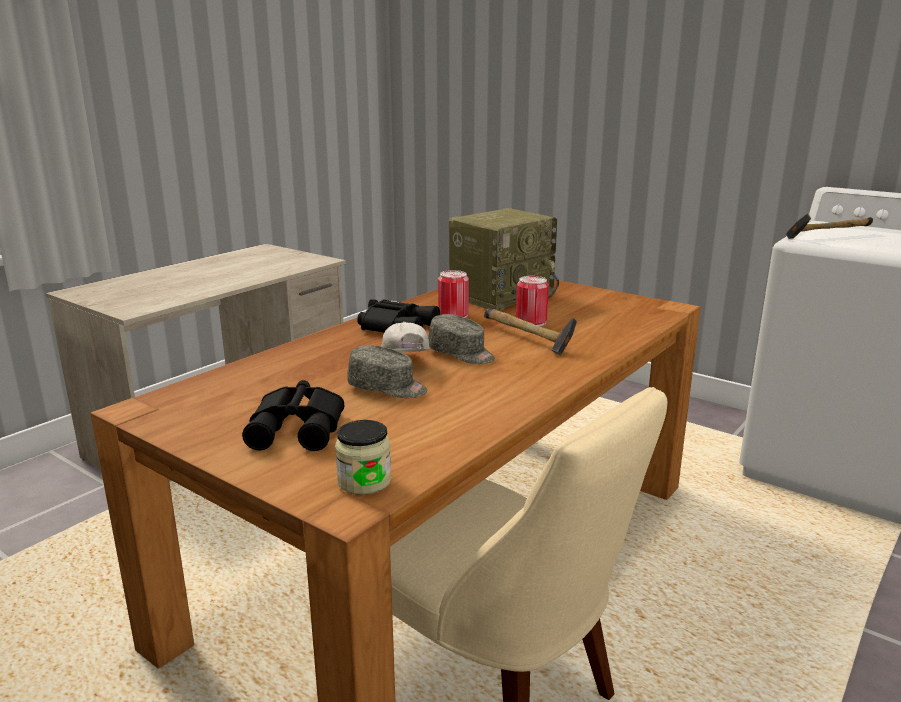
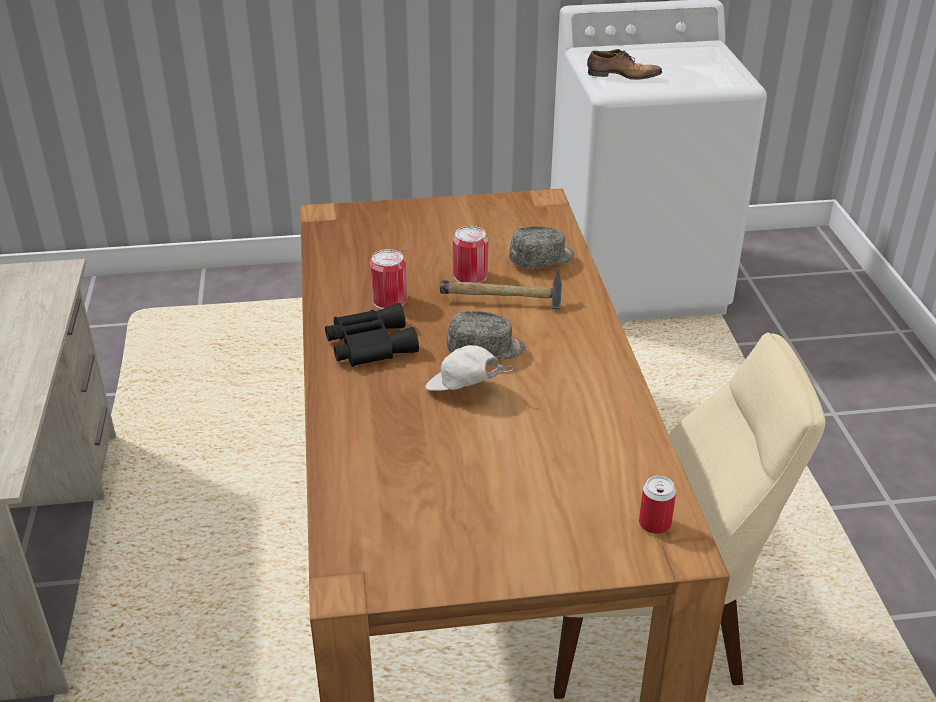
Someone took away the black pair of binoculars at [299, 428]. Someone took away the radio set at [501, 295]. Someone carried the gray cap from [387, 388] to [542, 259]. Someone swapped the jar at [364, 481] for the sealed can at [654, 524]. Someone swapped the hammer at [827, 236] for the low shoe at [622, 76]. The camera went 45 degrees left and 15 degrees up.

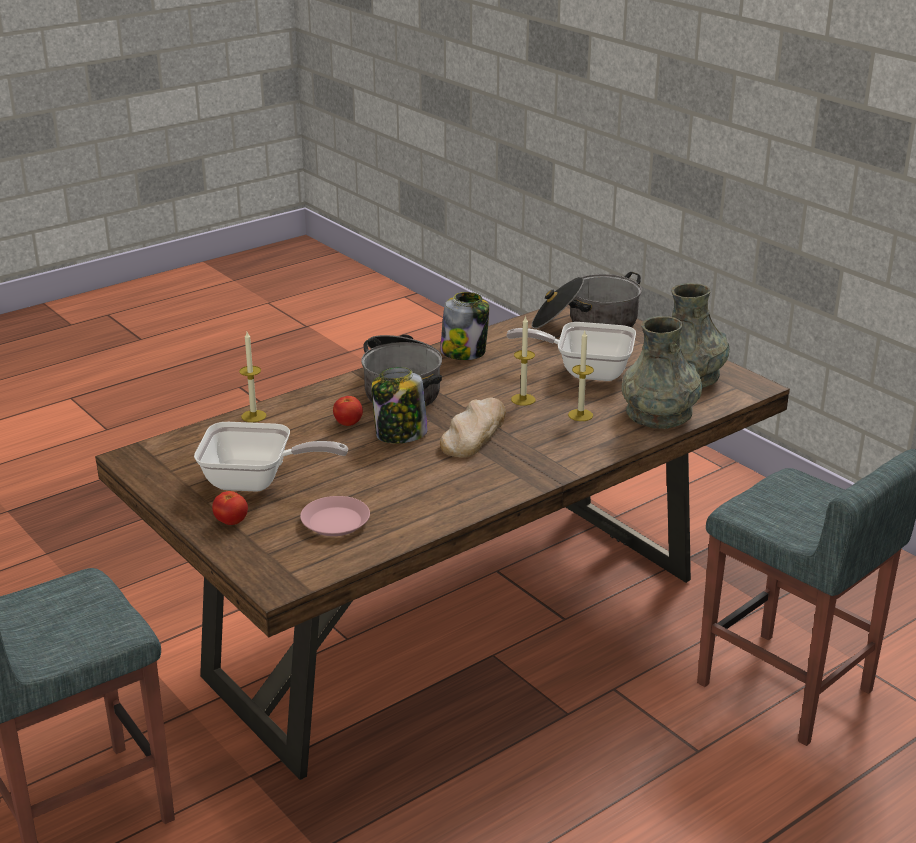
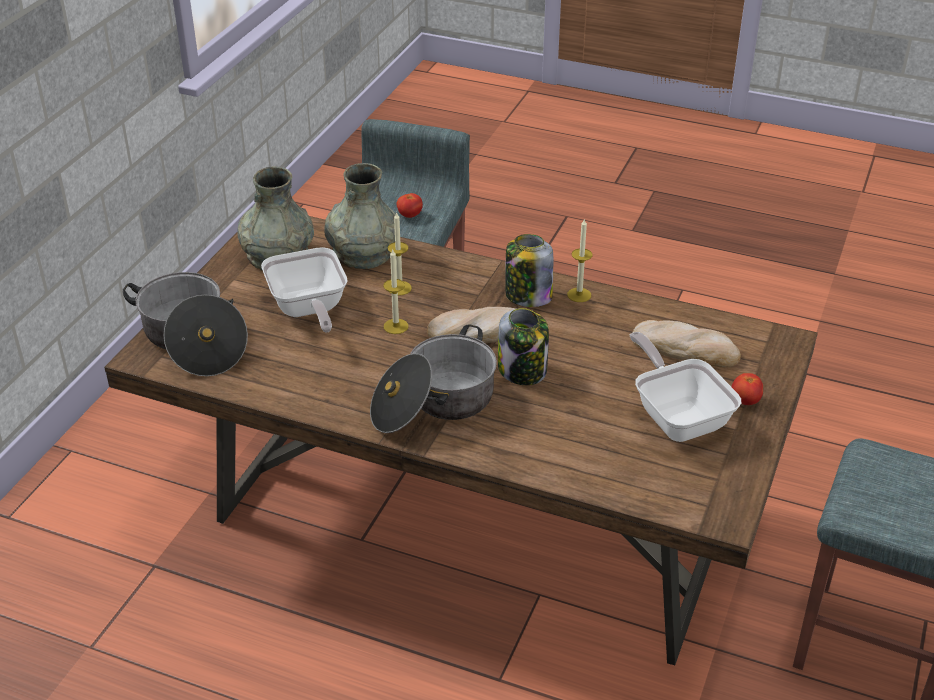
Someone carried the wax candle from [253, 416] to [579, 295]. Someone carried the fresh tomato from [348, 423] to [409, 215]. Someone carried the jar from [464, 352] to [527, 296]. Someone swapped the pink-coloured dinner plate at [335, 521] for the bakery bread at [685, 348]. The camera went 120 degrees left and 10 degrees up.

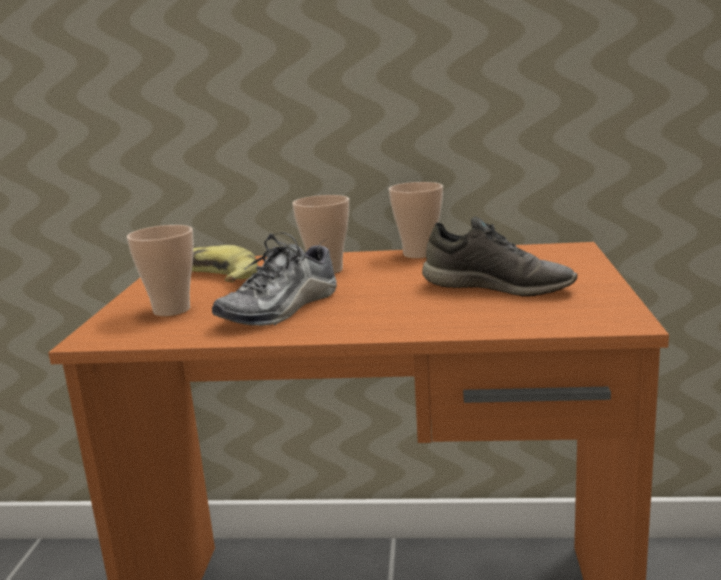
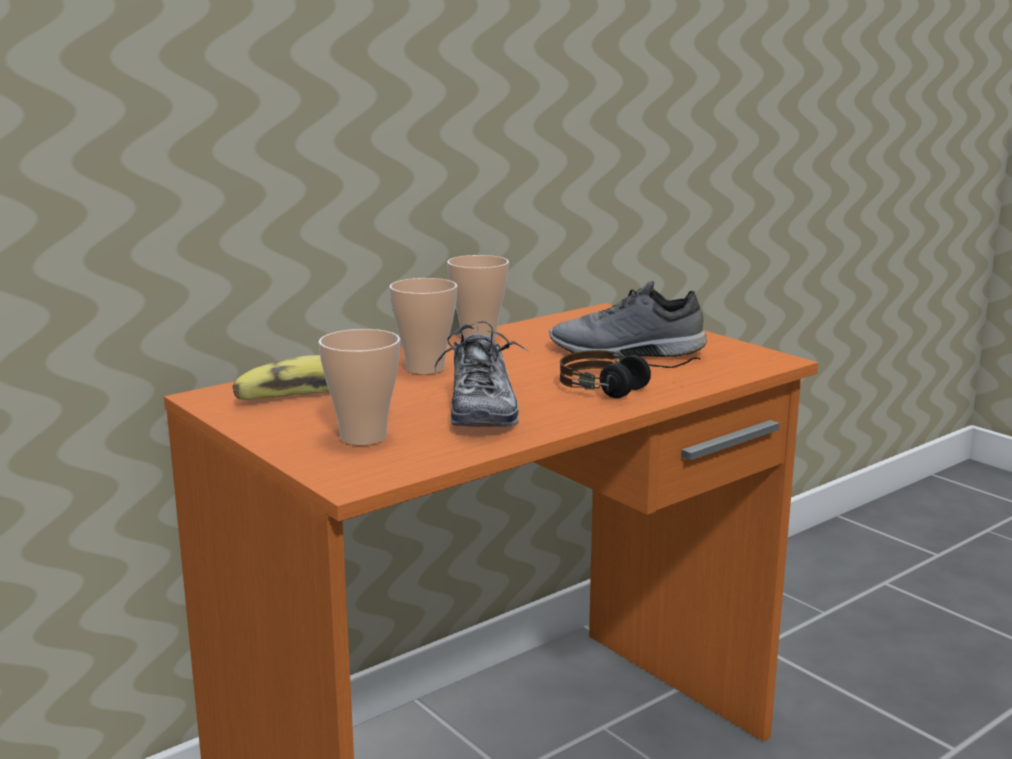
Someone put down the pair of headphones at [625, 390]. Someone rotated the gray low shoe at [498, 286] by 150 degrees counterclockwise. The camera went 45 degrees left and 0 degrees up.

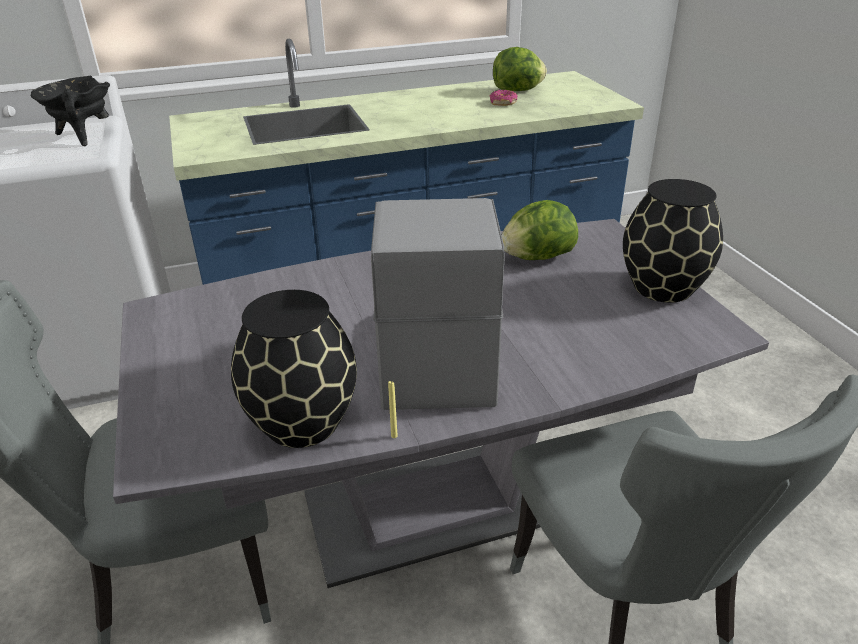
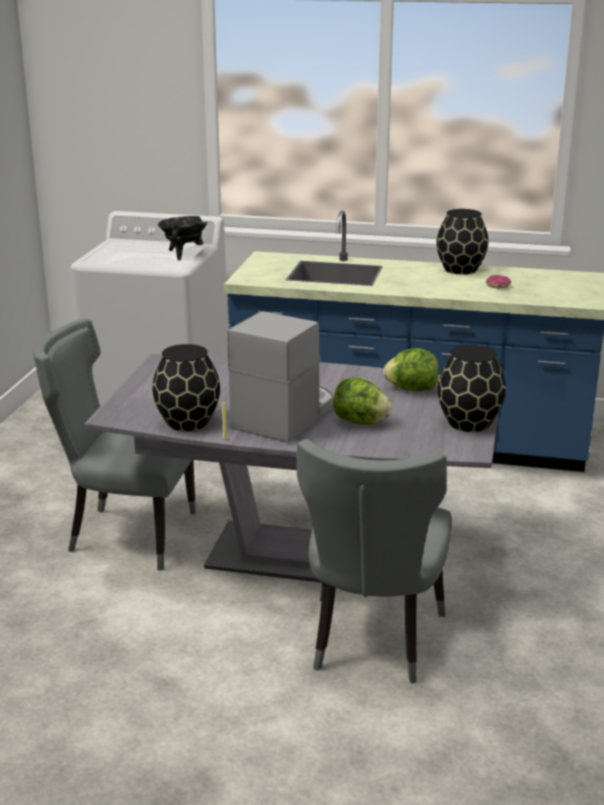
Someone put down the black decorative vase at [461, 270]. Someone carried the lettuce from [517, 90] to [360, 422]. The camera went 30 degrees right and 10 degrees down.

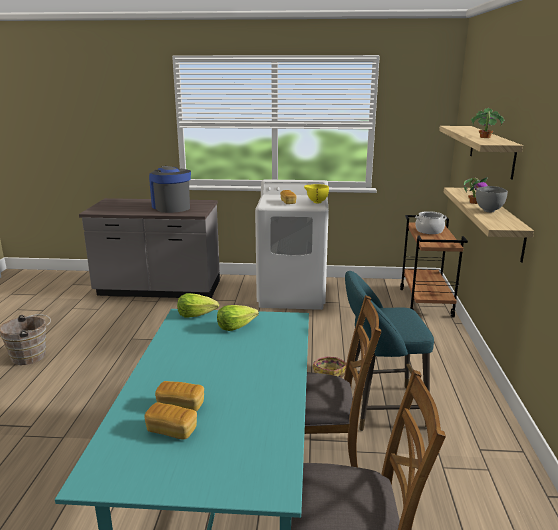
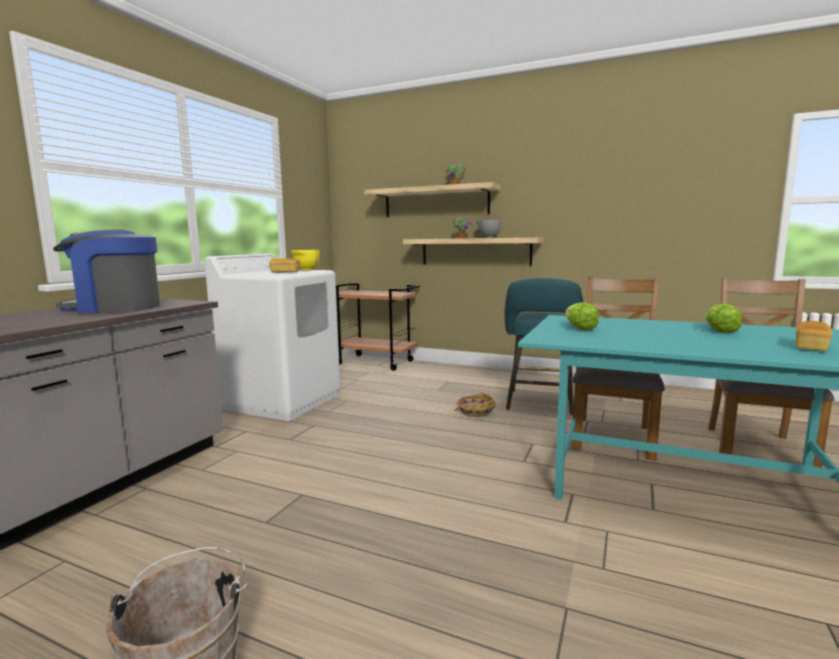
Someone took away the bakery bread at [180, 405]. Someone took away the saucepot at [429, 231]. Someone carried the lettuce from [196, 315] to [719, 330]. The camera went 70 degrees left and 10 degrees down.

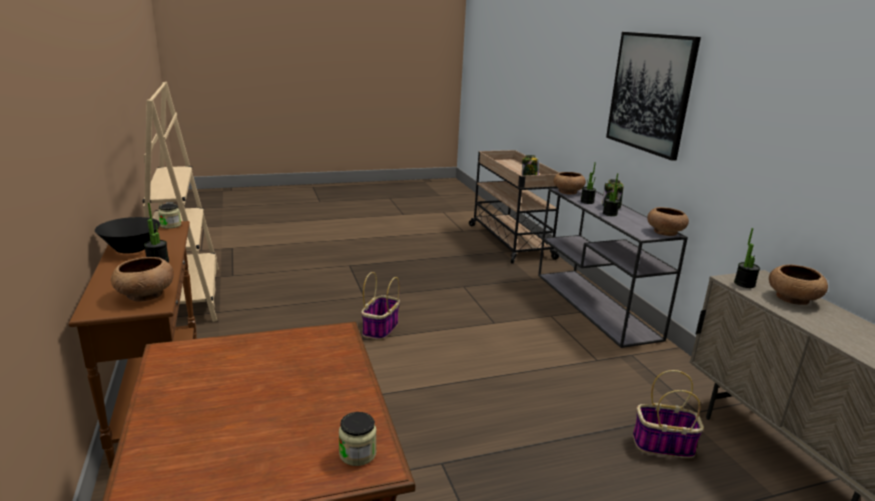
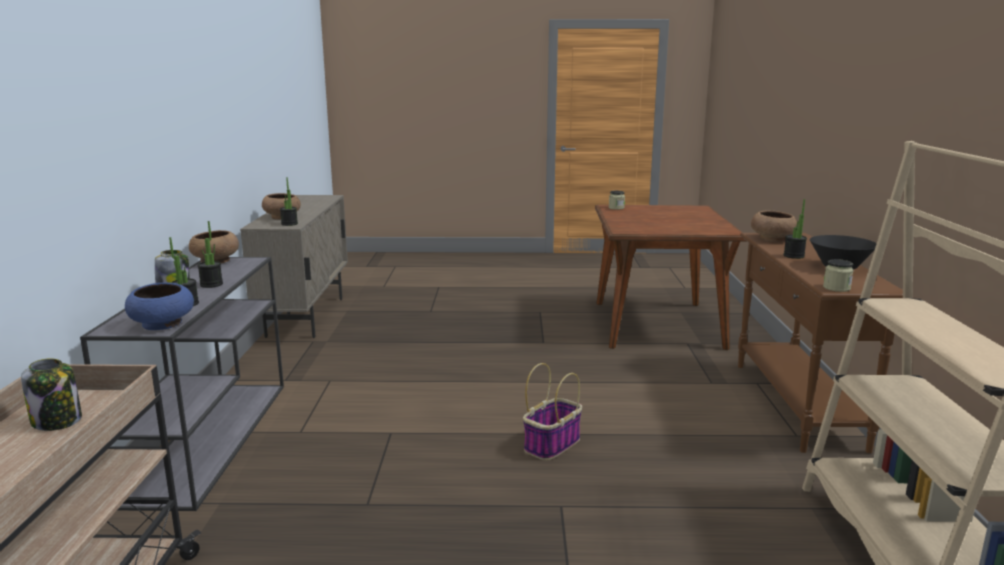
Someone took away the wall art at [650, 93]. Someone took away the basket at [662, 445]. Someone repainted the brownish serving bowl at [567, 192], which became the blue serving bowl at [163, 324]. The camera went 160 degrees left and 5 degrees down.

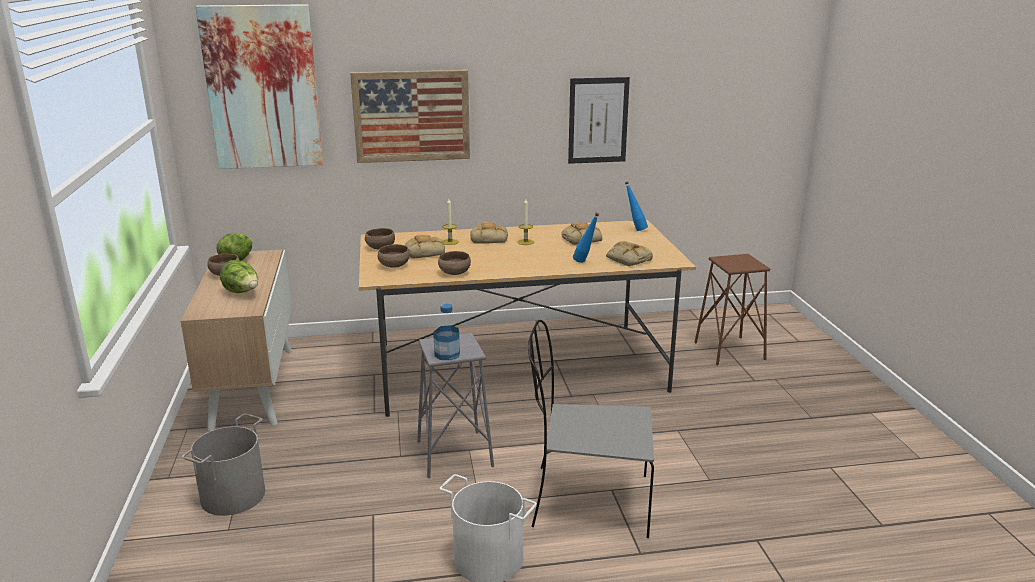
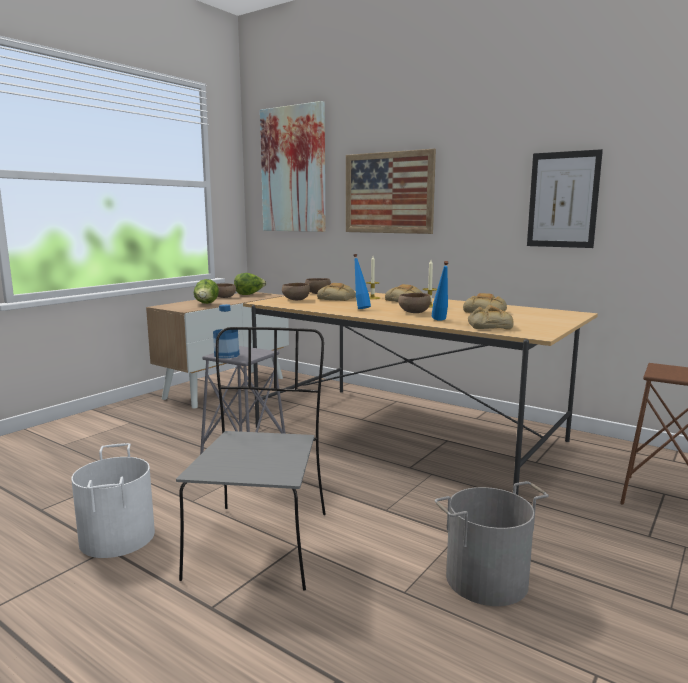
Someone carried the gray bucket from [234, 496] to [487, 580]. Someone carried the brownish serving bowl from [454, 273] to [413, 312]. Someone carried the blue bottle from [635, 230] to [360, 308]. Someone rotated the gray upright chair at [587, 501] by 45 degrees clockwise. The camera went 45 degrees right and 10 degrees down.

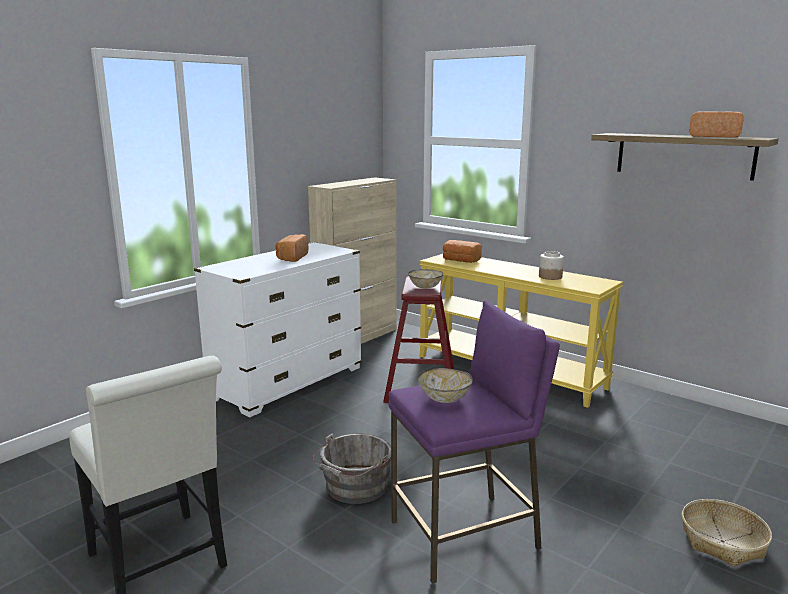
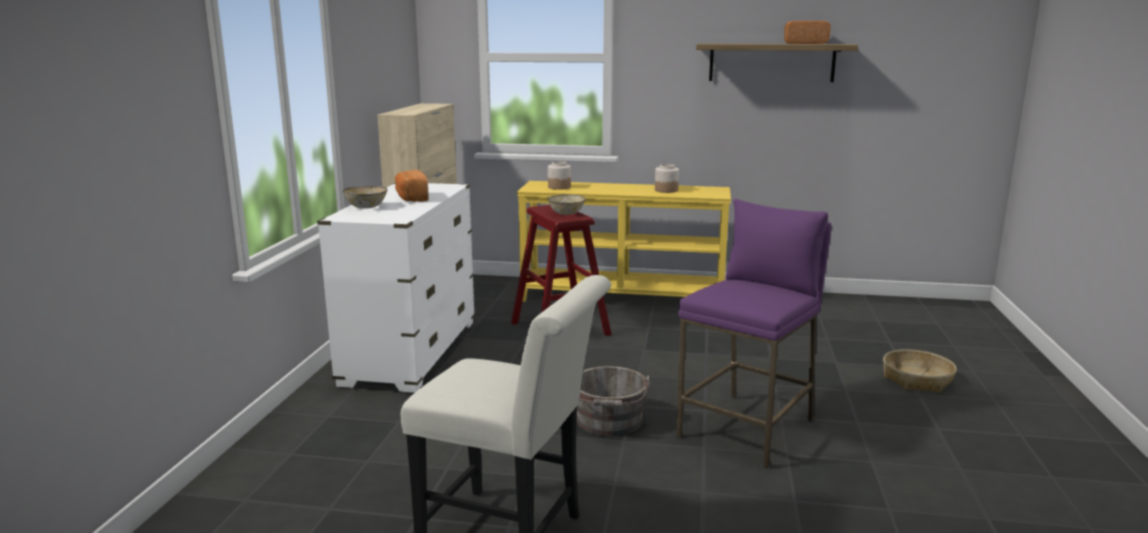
Someone carried the serving bowl from [445, 399] to [367, 207]. Someone swapped the bakery bread at [460, 261] for the jar at [559, 187]. The camera went 30 degrees left and 0 degrees up.

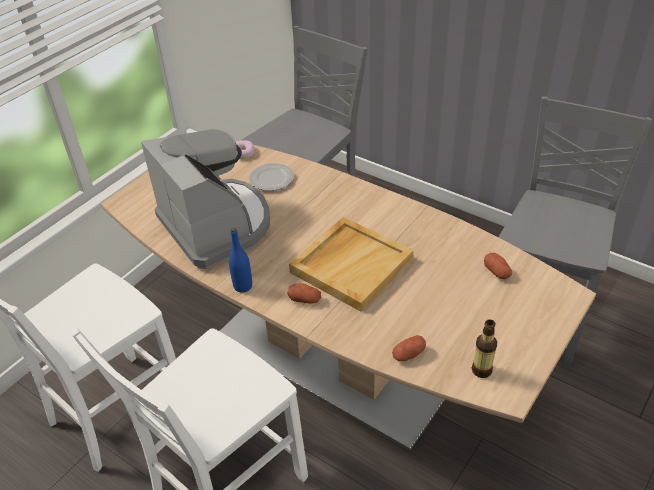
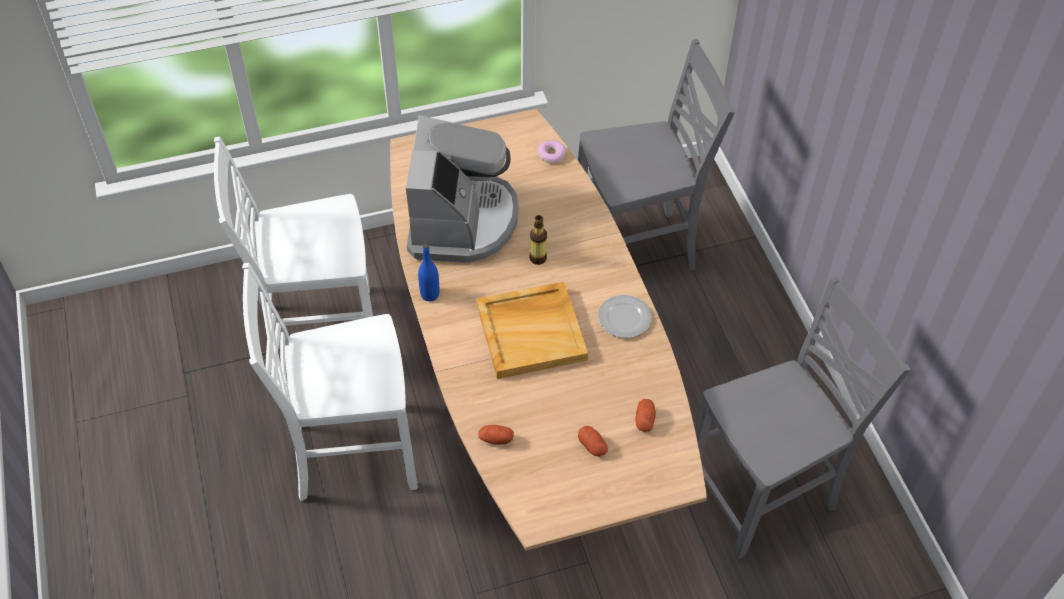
Someone carried the dinner plate from [271, 179] to [624, 318]. Someone carried the potato from [305, 299] to [592, 446]. Someone carried the bottle from [481, 370] to [538, 258]. The camera went 35 degrees right and 10 degrees up.

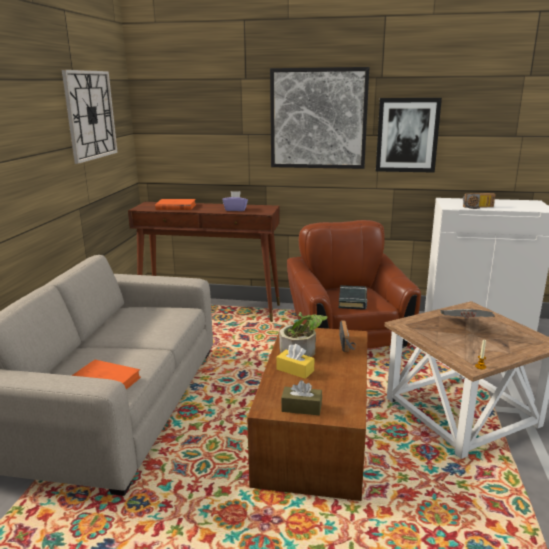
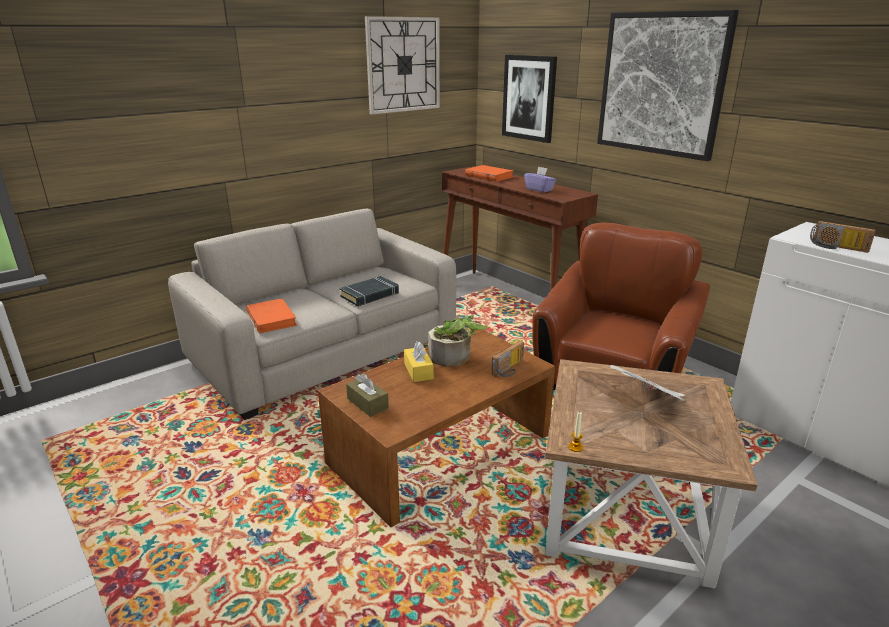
Someone carried the black bound book from [352, 300] to [370, 295]. Someone carried the wall art from [407, 135] to [529, 98]. The camera went 40 degrees right and 5 degrees up.

